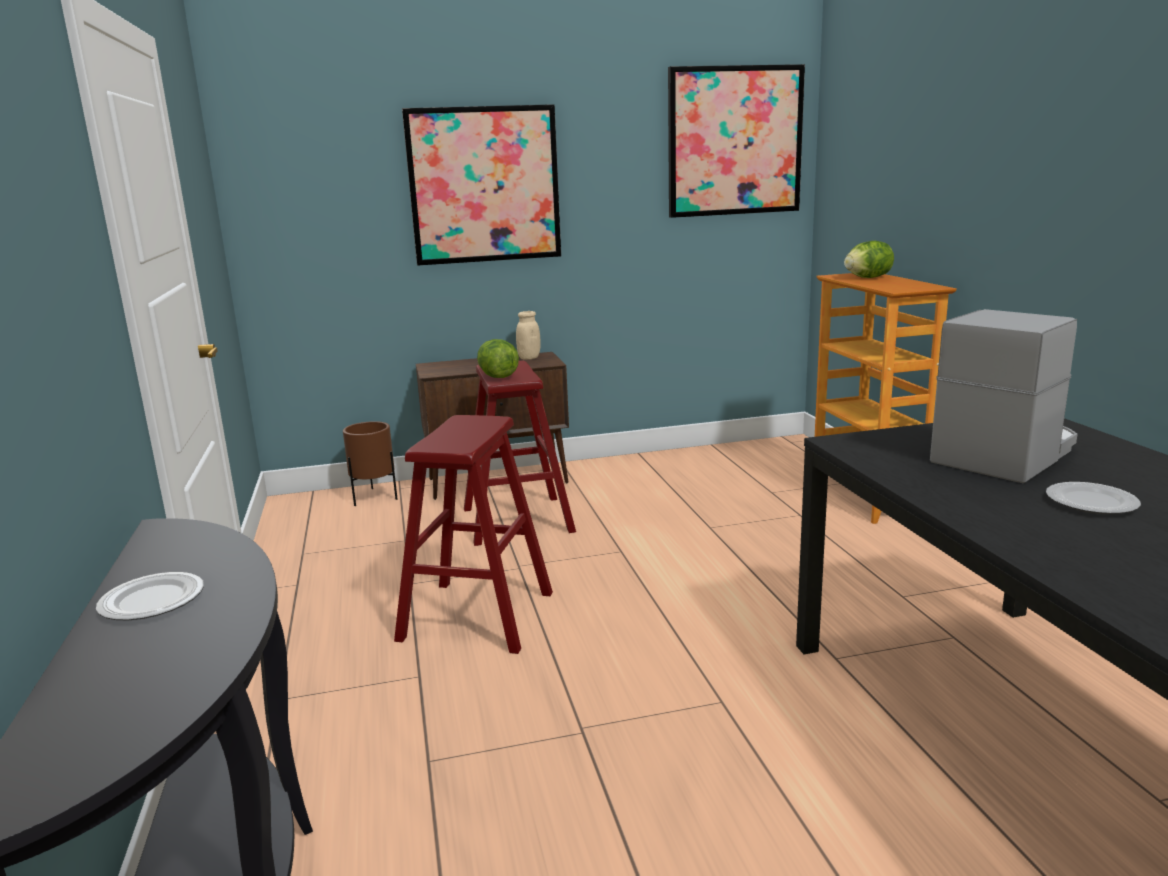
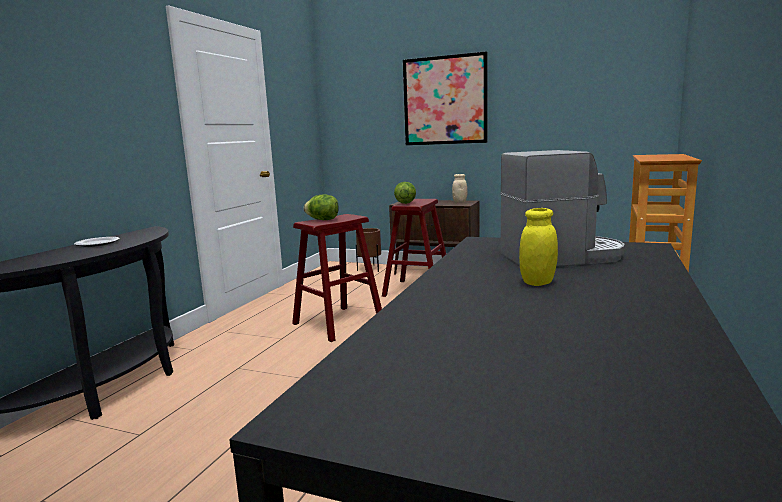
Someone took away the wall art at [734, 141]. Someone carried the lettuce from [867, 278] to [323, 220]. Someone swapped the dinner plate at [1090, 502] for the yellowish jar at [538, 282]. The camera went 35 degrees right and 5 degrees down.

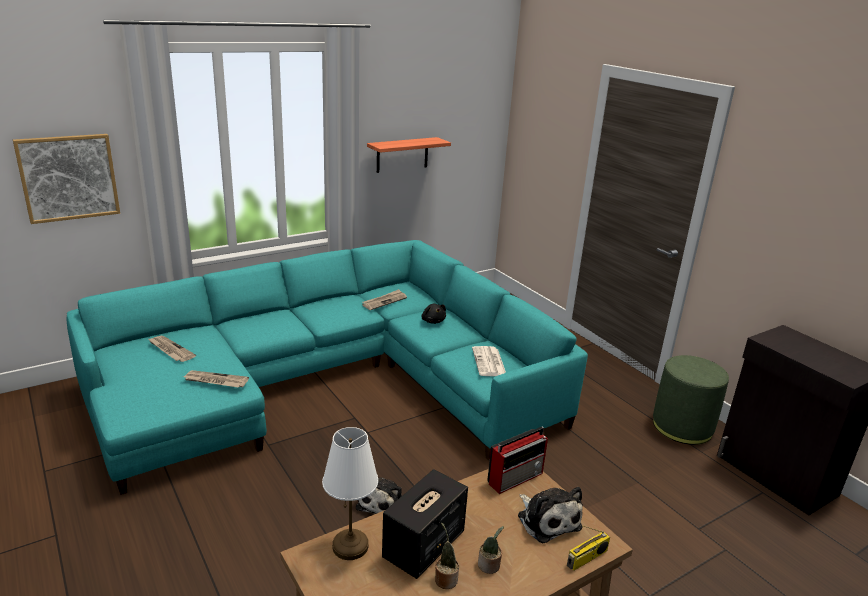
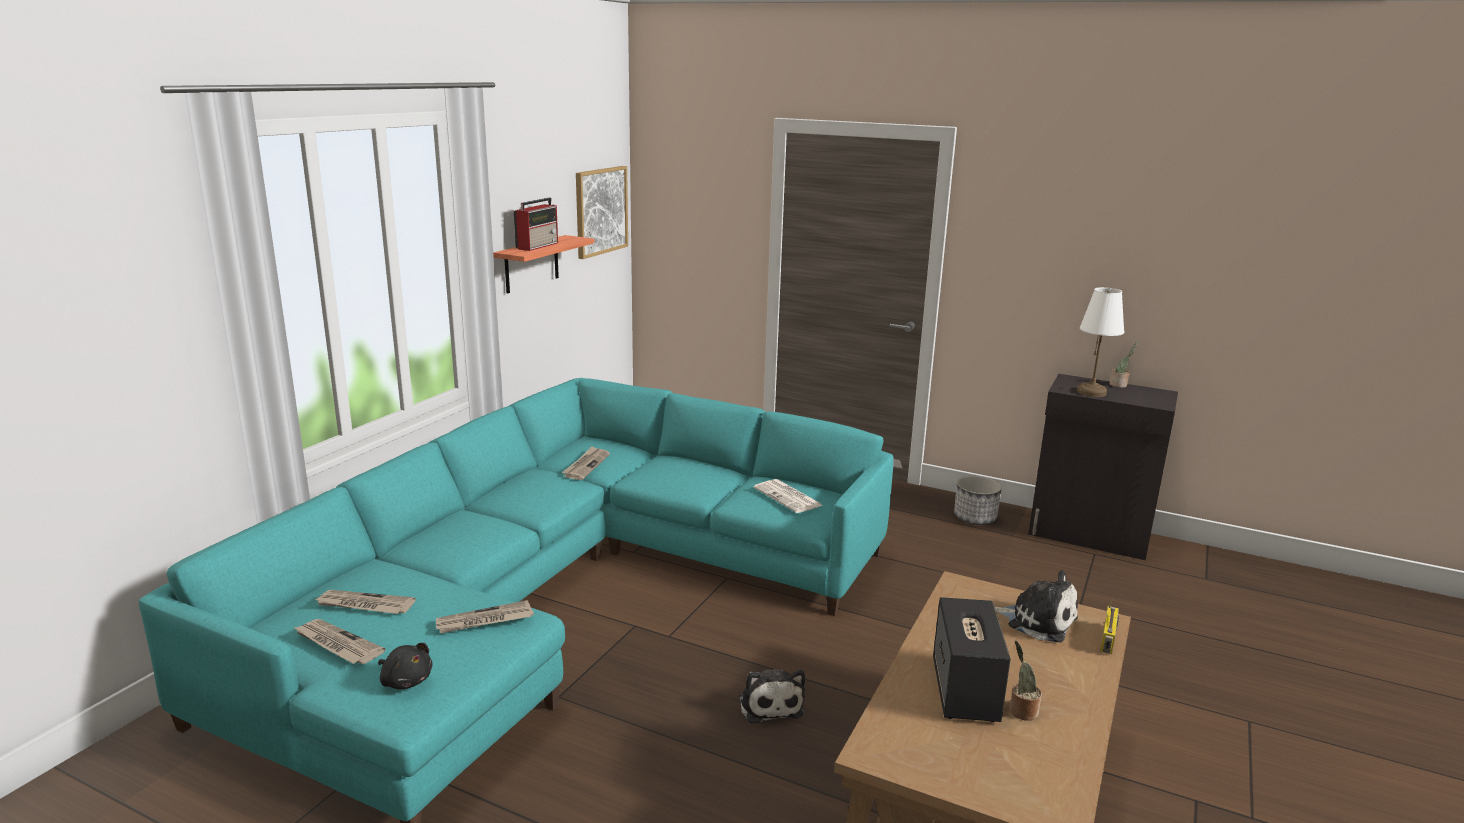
Someone put down the printed paper at [337, 644]. Someone carried the wall art from [68, 177] to [600, 211]. Someone carried the white tabletop lamp from [351, 545] to [1091, 392]. Someone carried the black plush toy from [433, 321] to [406, 681]. Someone carried the houseplant from [489, 566] to [1119, 385]. Someone carried the radio set from [516, 477] to [538, 246]. Someone swapped the green-coloured footrest at [682, 426] for the plant pot at [974, 518]. The camera went 30 degrees left and 5 degrees down.

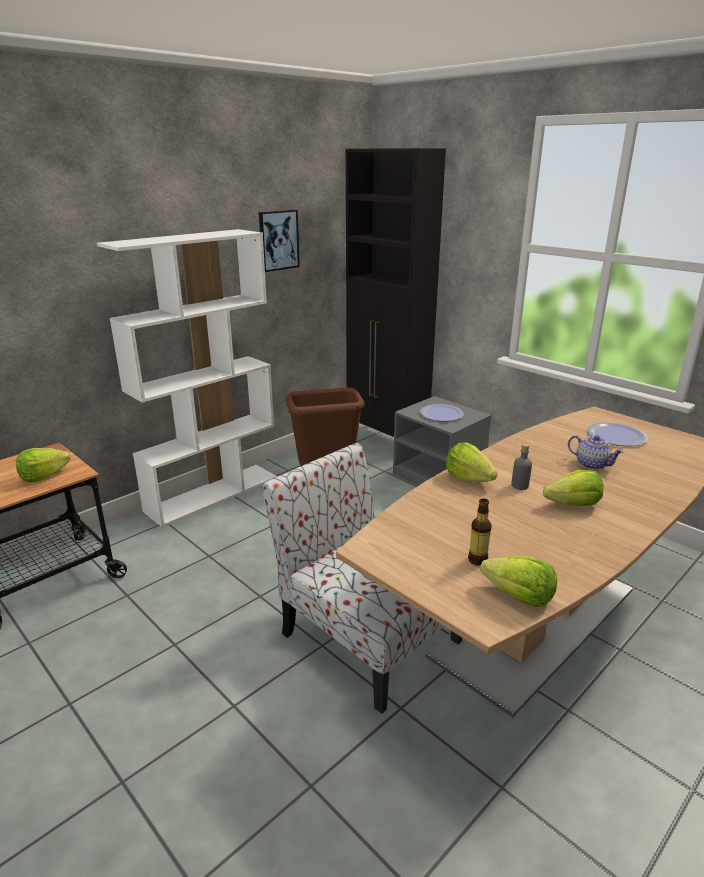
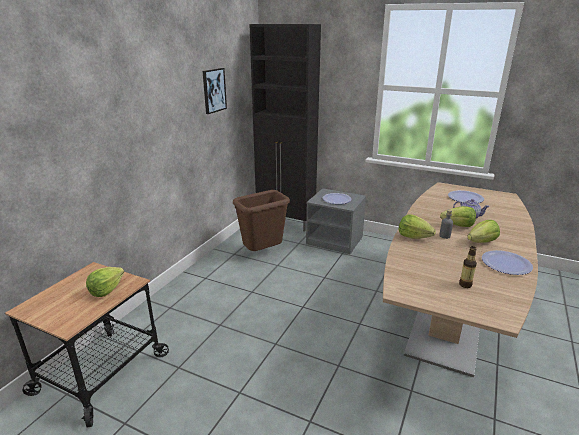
Someone took away the white shelving unit at [213, 493]. Someone took away the upright chair at [366, 636]. Someone put down the dinner plate at [506, 263]. Someone carried the lettuce from [518, 597] to [458, 225]. The camera went 20 degrees left and 0 degrees up.

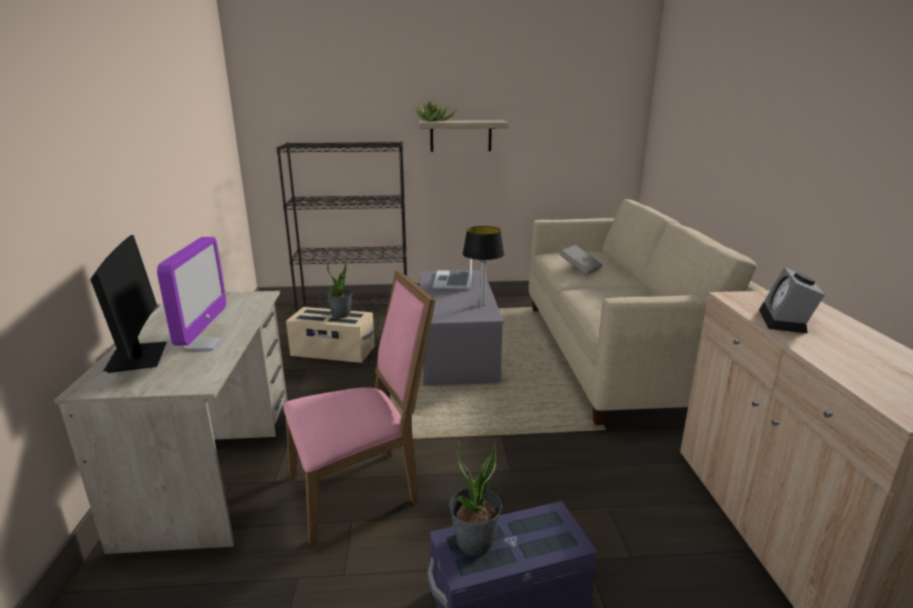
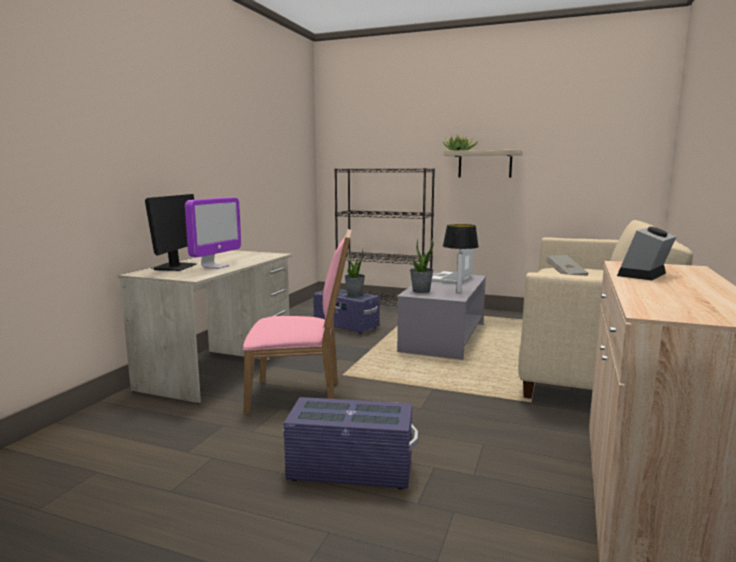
Someone carried the houseplant from [475, 541] to [421, 291]. Someone repainted the sand-coloured storage bin at [333, 353], which became the purplish storage bin at [346, 325]. The camera went 25 degrees right and 10 degrees down.

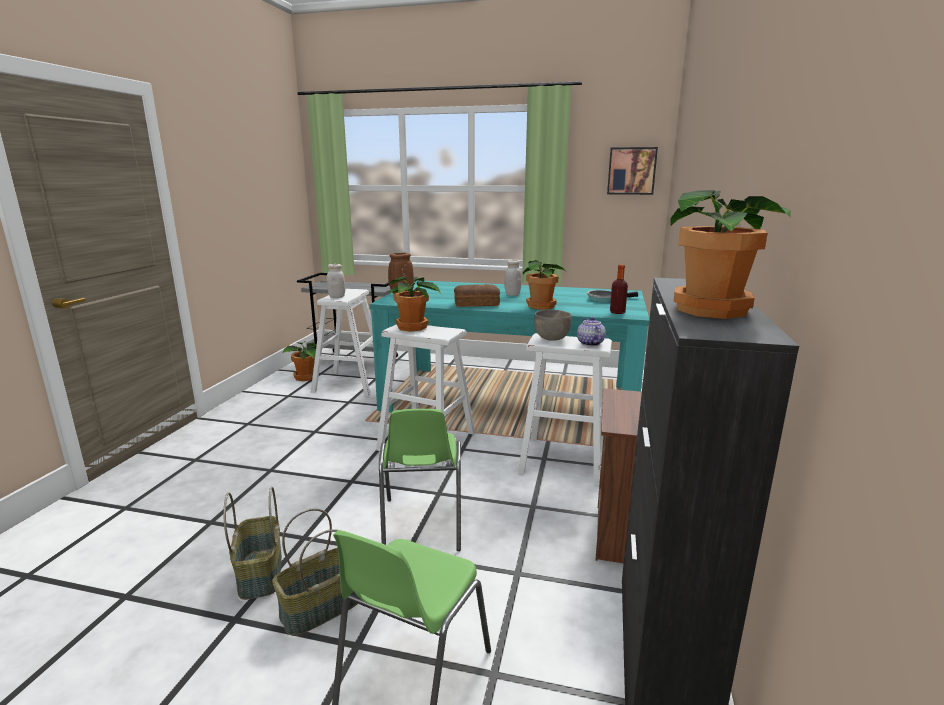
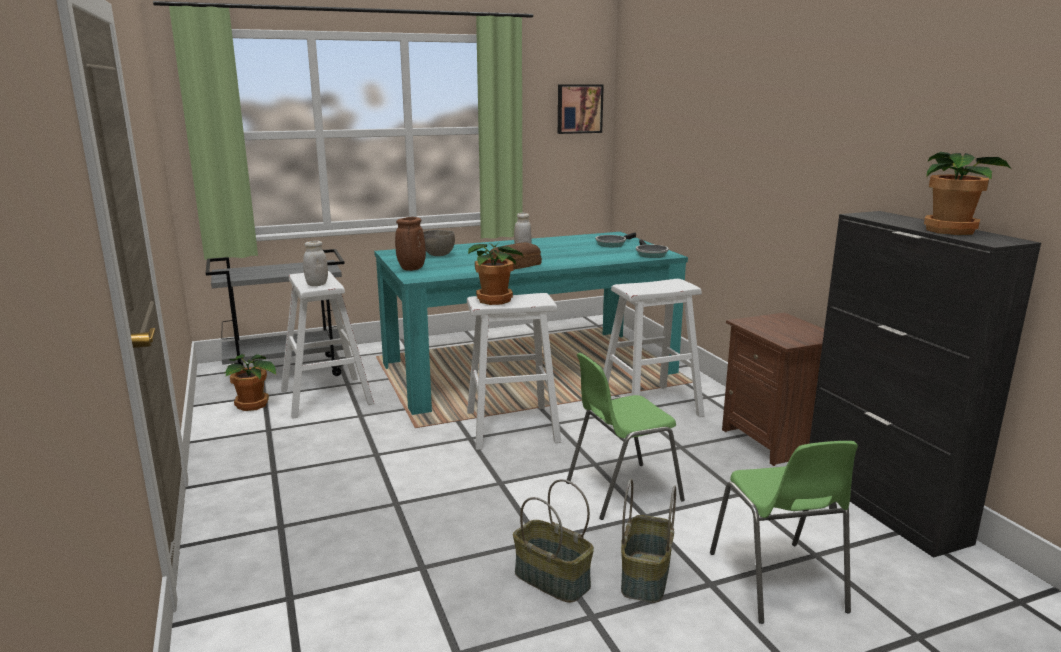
Someone took away the houseplant at [541, 306]. Someone took away the teapot at [589, 343]. Someone carried the gray serving bowl from [551, 339] to [439, 255]. Someone swapped the bottle at [617, 312] for the pan at [650, 254]. Someone rotated the green-coloured upright chair at [422, 524] by 105 degrees clockwise. The camera went 35 degrees left and 0 degrees up.

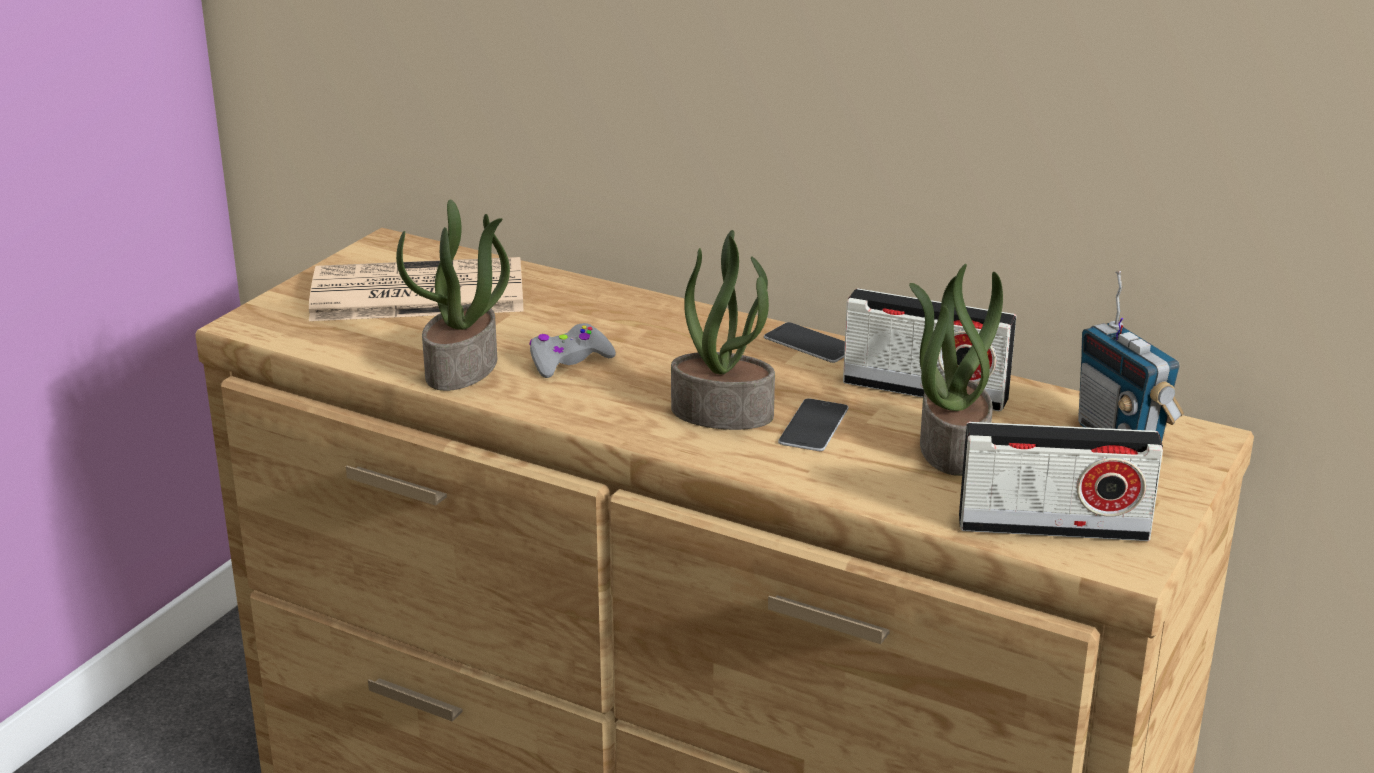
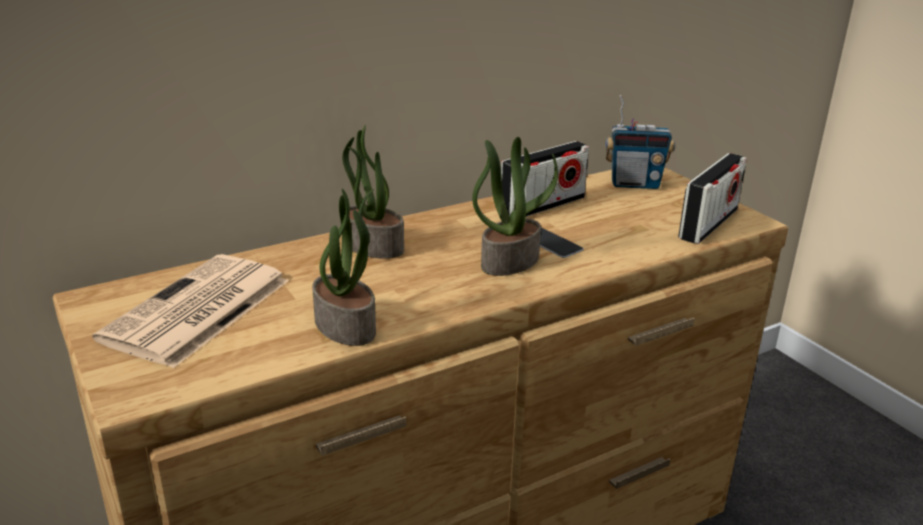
Someone took away the gray gamepad at [569, 361]. Someone took away the telephone at [810, 343]. Someone carried the houseplant from [951, 448] to [372, 247]. The camera went 60 degrees left and 0 degrees up.

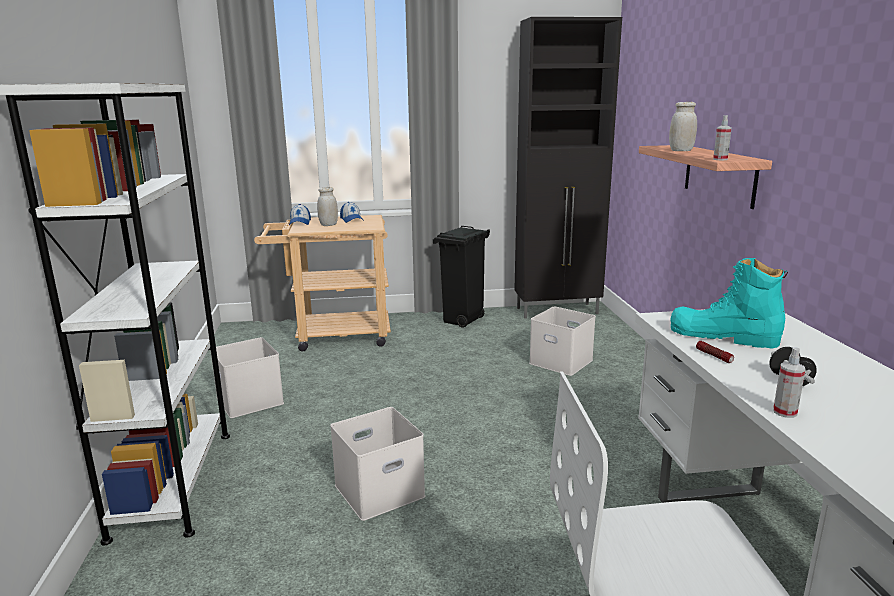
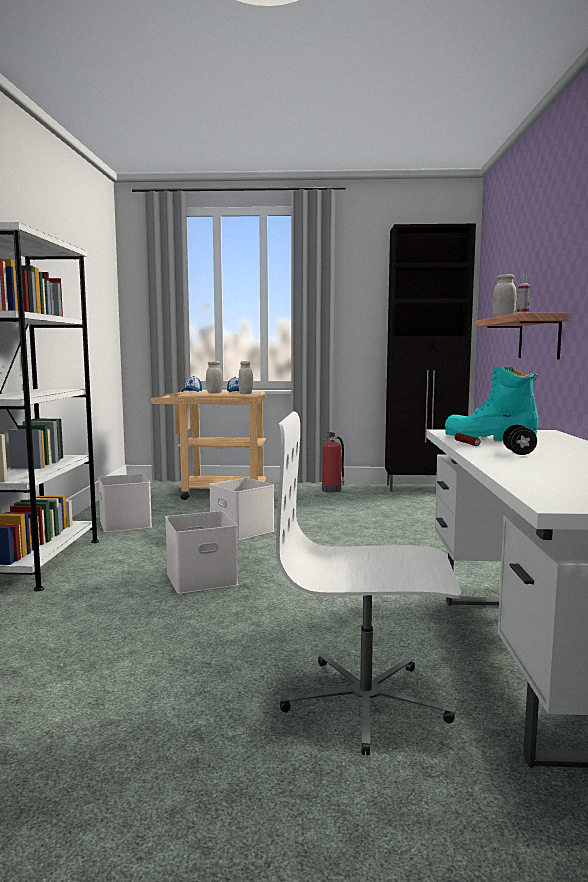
Someone took away the sprayer at [785, 412]. Someone put down the white jar at [245, 393]. Someone carried the white storage bin from [562, 361] to [243, 530]. Someone swapped the black waste bin at [462, 321] for the fire extinguisher at [332, 490]. The camera went 10 degrees right and 10 degrees down.

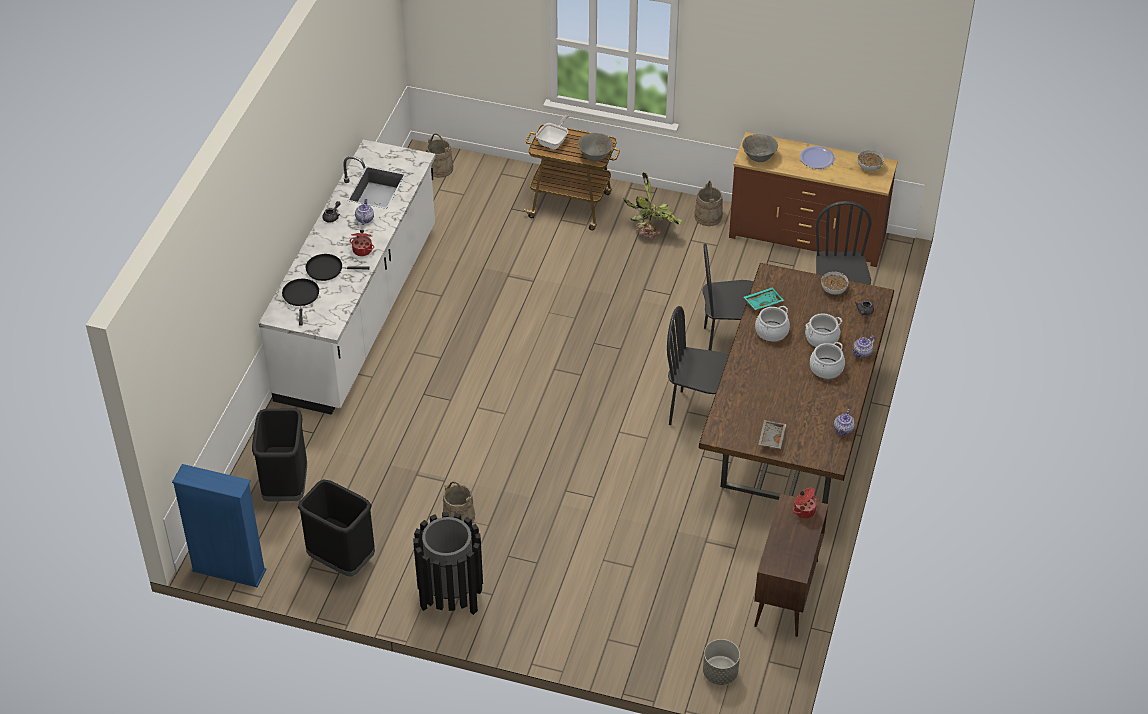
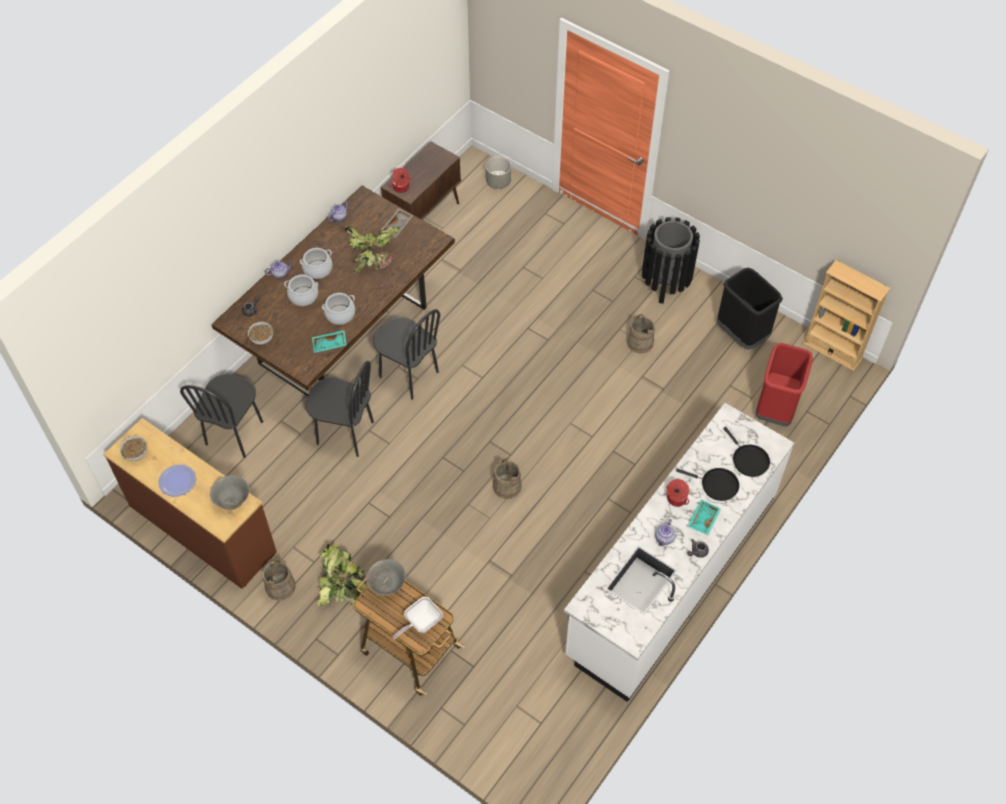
Someone put down the houseplant at [374, 259]. Someone put down the blue-green carrying tray at [702, 519]. Someone carried the sand-coloured bucket from [440, 168] to [506, 486]. Someone repainted the blue shelving unit at [229, 570], which became the sand-coloured shelving unit at [832, 351]. Someone repainted the black waste bin at [286, 487], which became the red waste bin at [775, 408]. Someone rotated the black pan at [301, 297] by 45 degrees counterclockwise. The camera went 160 degrees left and 10 degrees up.

